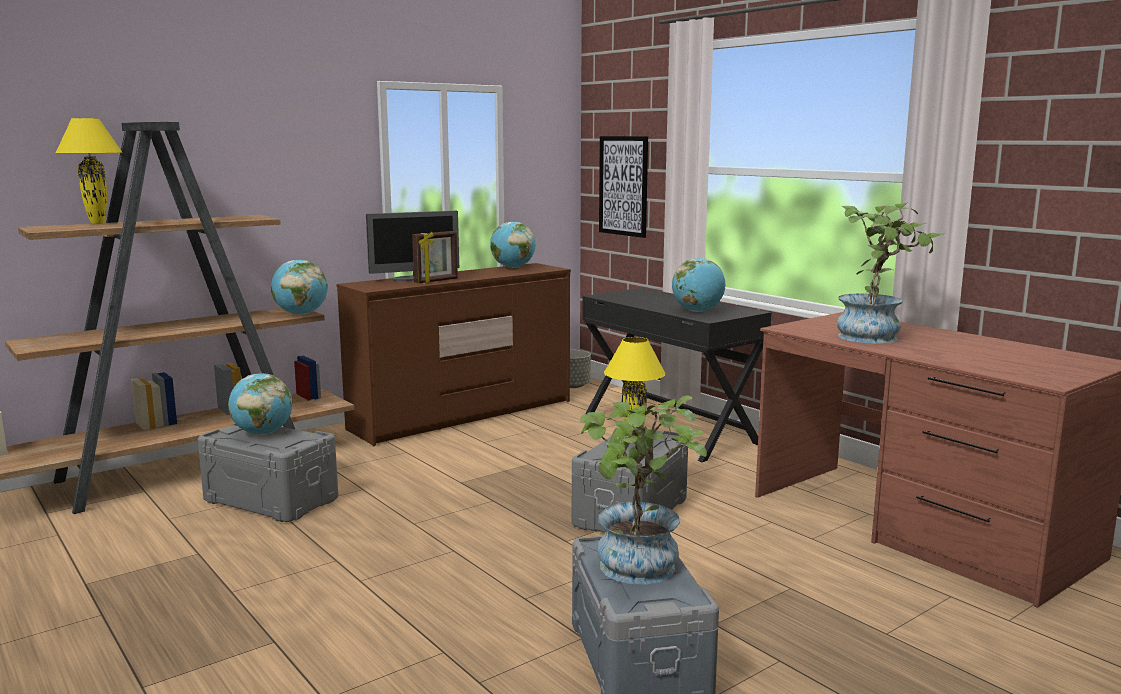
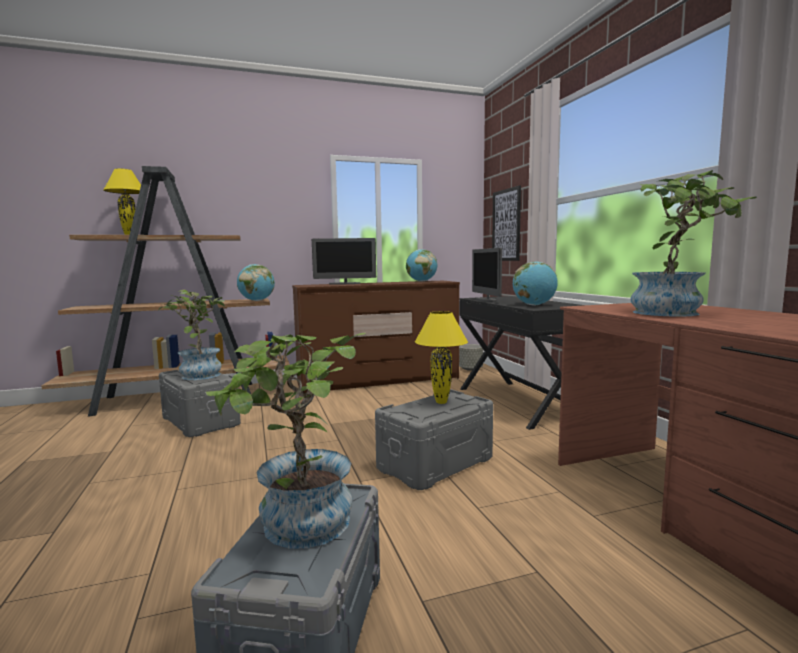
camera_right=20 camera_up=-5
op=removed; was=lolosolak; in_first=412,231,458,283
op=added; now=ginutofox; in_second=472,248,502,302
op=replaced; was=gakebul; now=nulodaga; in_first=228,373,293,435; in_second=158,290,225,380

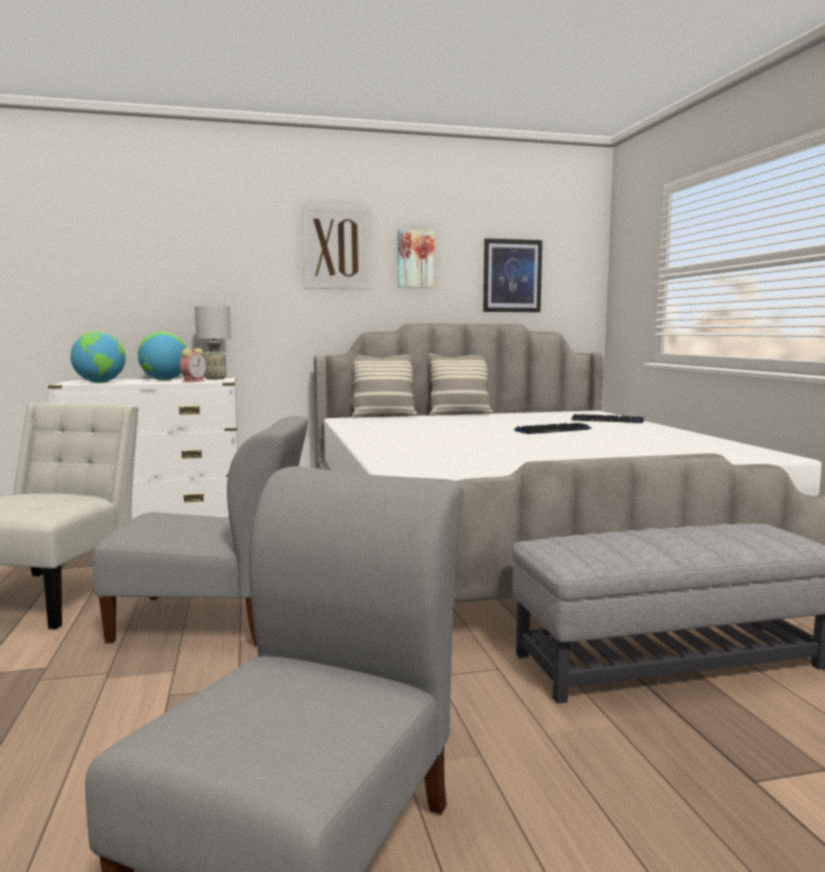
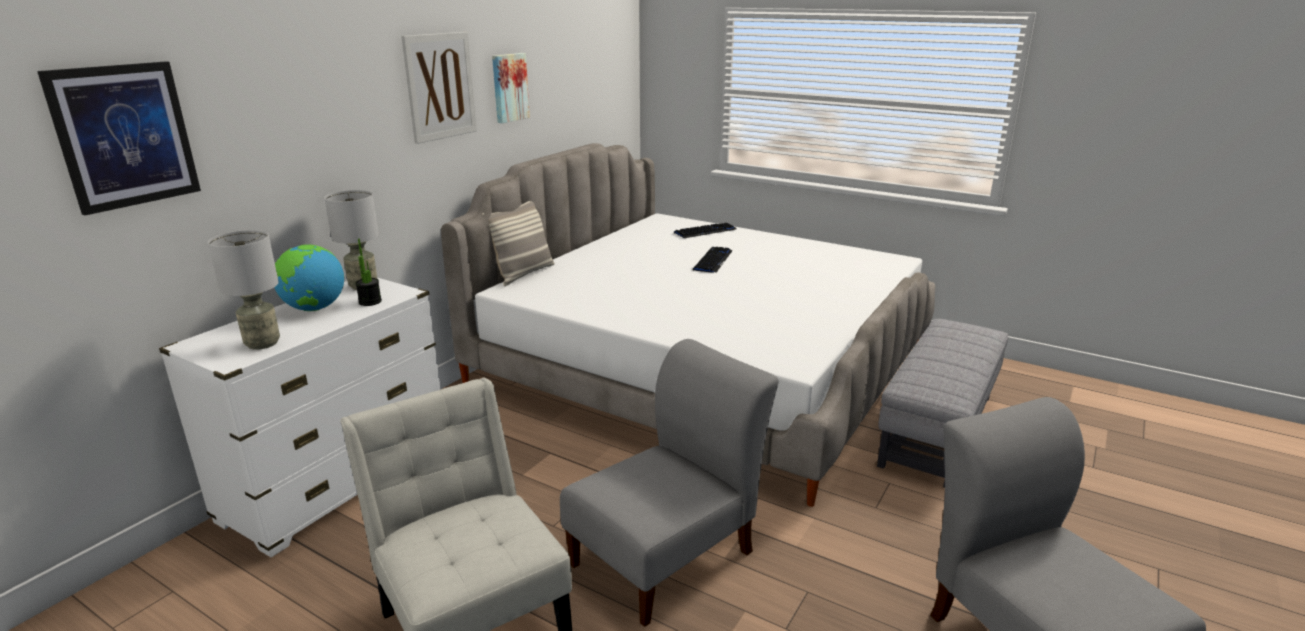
camera_right=-45 camera_up=15
op=removed; was=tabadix; in_first=428,353,493,416
op=moved; was=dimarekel; in_first=483,238,542,312; in_second=37,61,201,215
op=replaced; was=gakebul; now=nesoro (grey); in_first=70,331,126,383; in_second=208,230,280,350
op=replaced; was=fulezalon; now=nulodaga; in_first=180,348,206,382; in_second=355,239,382,306

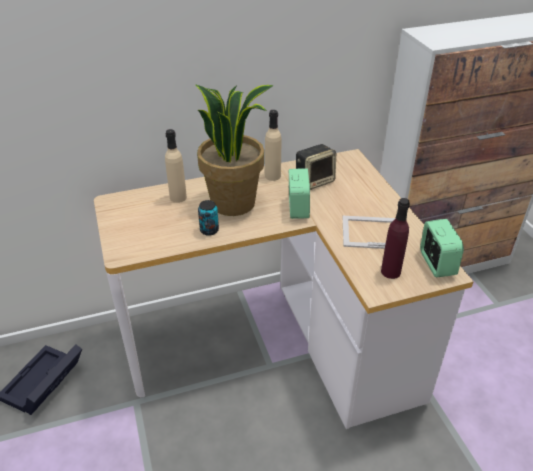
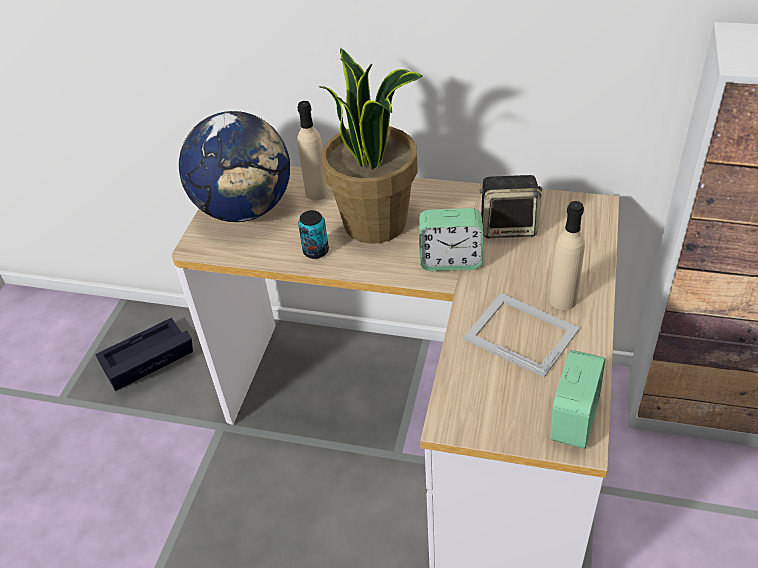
camera_right=35 camera_up=5
op=removed; was=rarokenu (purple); in_first=381,198,410,279
op=added; now=gakebul; in_second=179,111,290,222
op=moved; was=rarokenu (beige); in_first=265,110,281,181; in_second=549,201,585,310
op=turned; was=fulezalon; in_first=289,168,310,219; in_second=419,208,484,271; clockwise=60

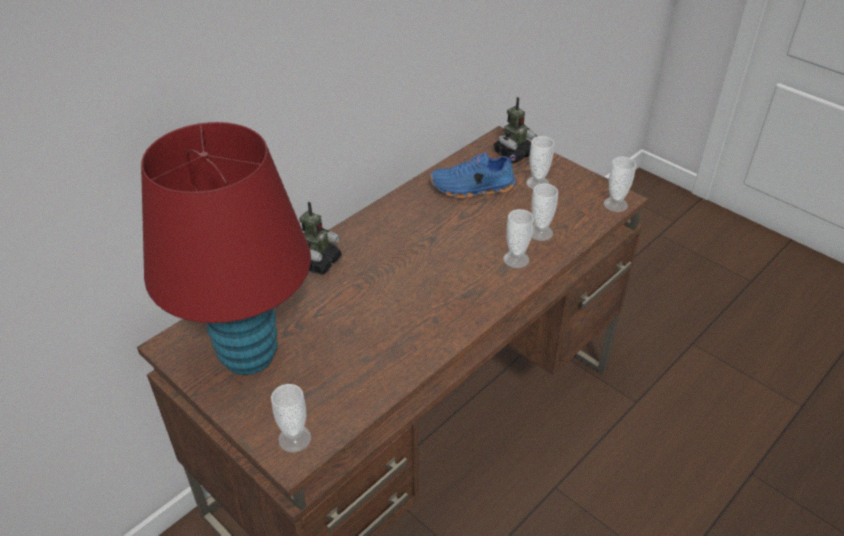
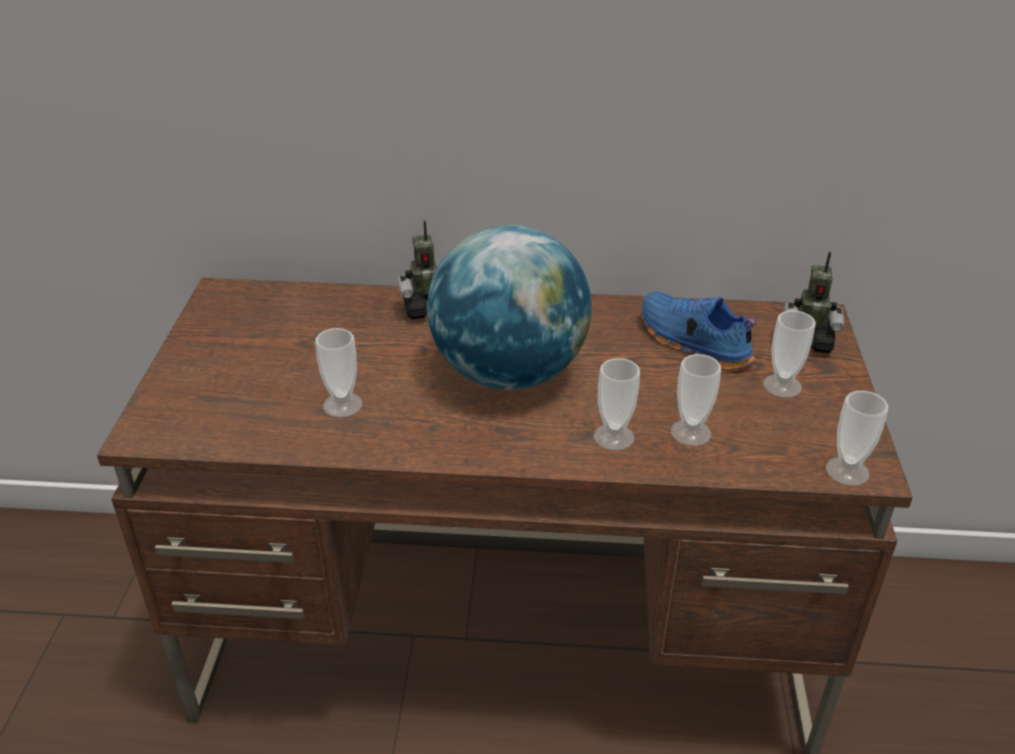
camera_right=50 camera_up=-5
op=removed; was=nesoro (red); in_first=141,122,311,375
op=added; now=gakebul; in_second=427,225,592,390
op=moved; was=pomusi; in_first=271,384,311,453; in_second=315,328,362,418

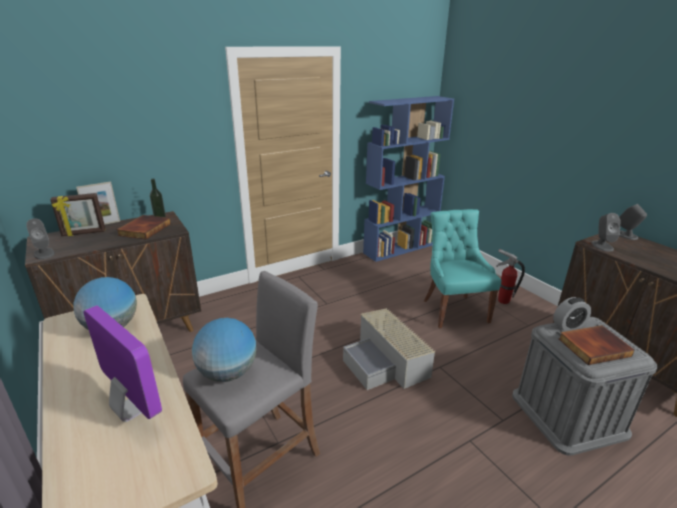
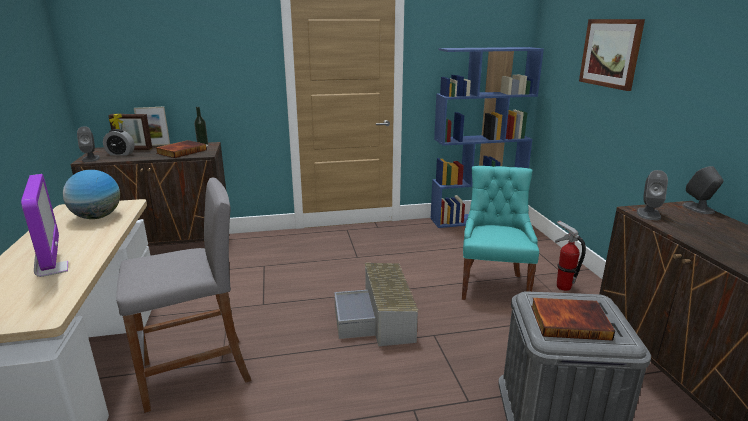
camera_right=20 camera_up=-5
op=removed; was=gakebul; in_first=192,318,257,382
op=added; now=dimarekel; in_second=579,19,645,91
op=moved; was=fulezalon; in_first=553,297,591,331; in_second=103,129,135,156

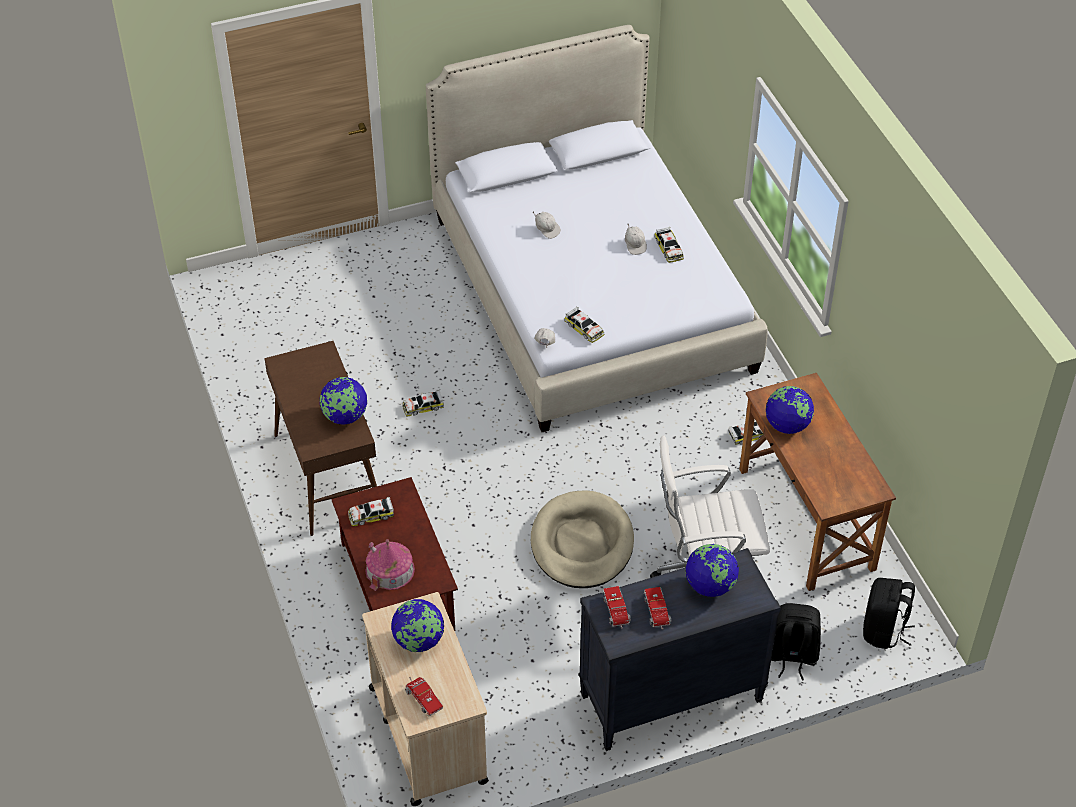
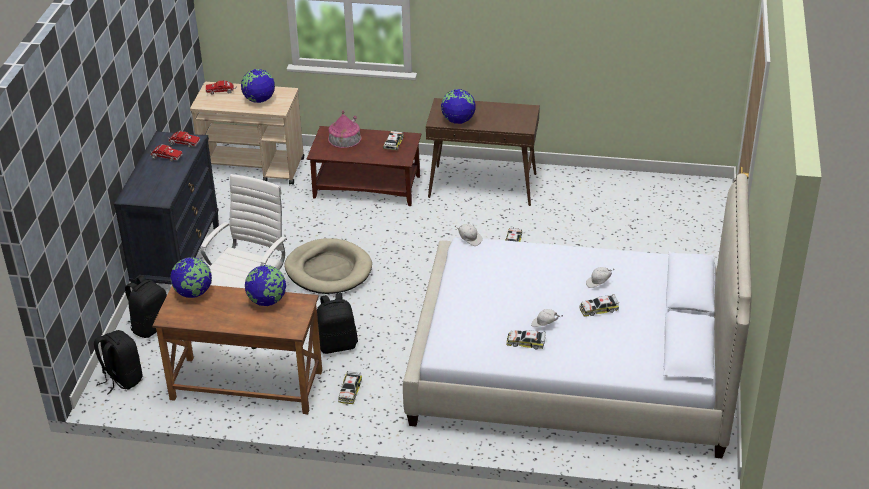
camera_right=120 camera_up=-10
op=added; now=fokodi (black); in_second=317,293,358,354
op=moved; was=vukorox; in_first=565,306,604,343; in_second=579,294,619,317
op=moved; was=gakebul; in_first=686,544,739,597; in_second=170,257,212,298

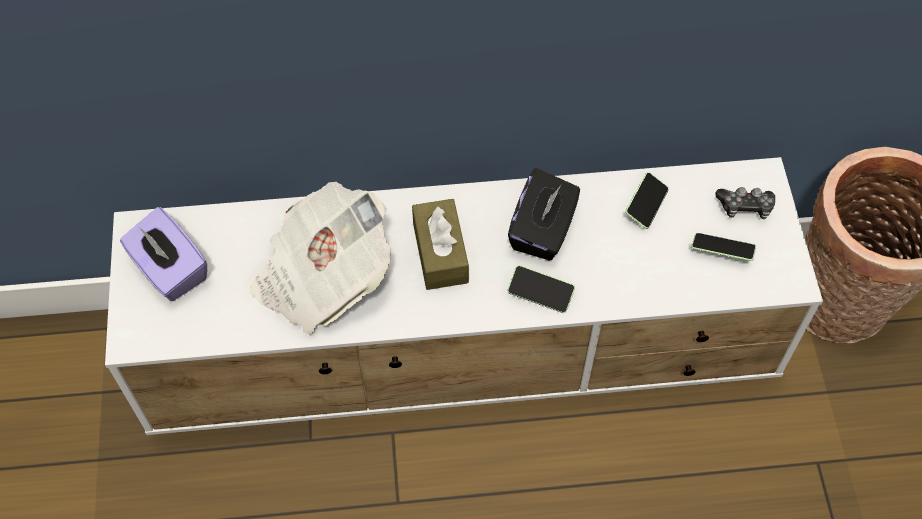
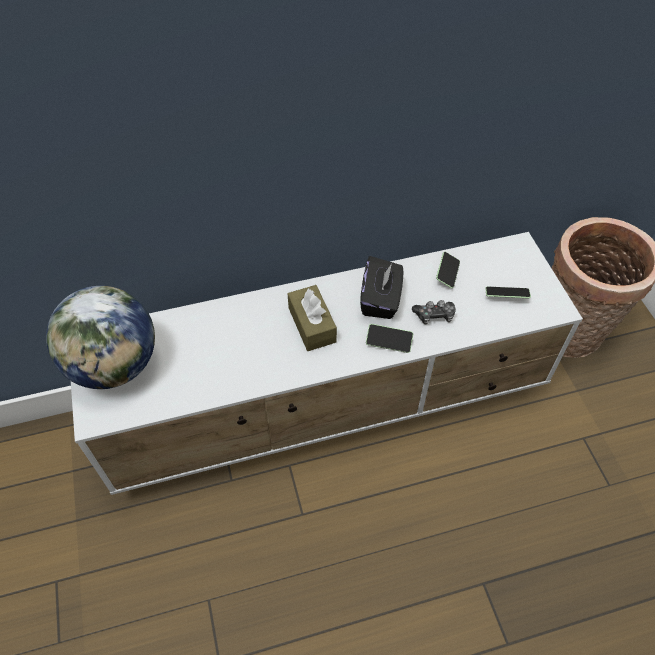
camera_right=-10 camera_up=-5
op=removed; was=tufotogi; in_first=250,182,391,335
op=moved; was=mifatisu; in_first=715,187,775,219; in_second=412,300,456,324
op=replaced; was=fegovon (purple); now=gakebul; in_first=120,207,207,301; in_second=46,286,155,389

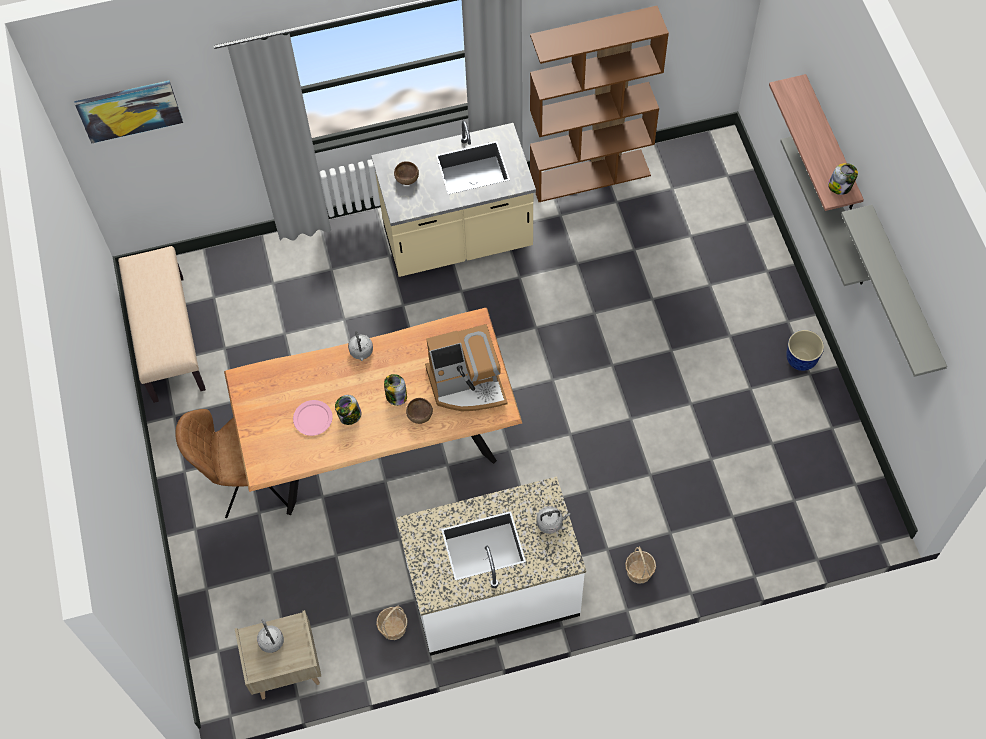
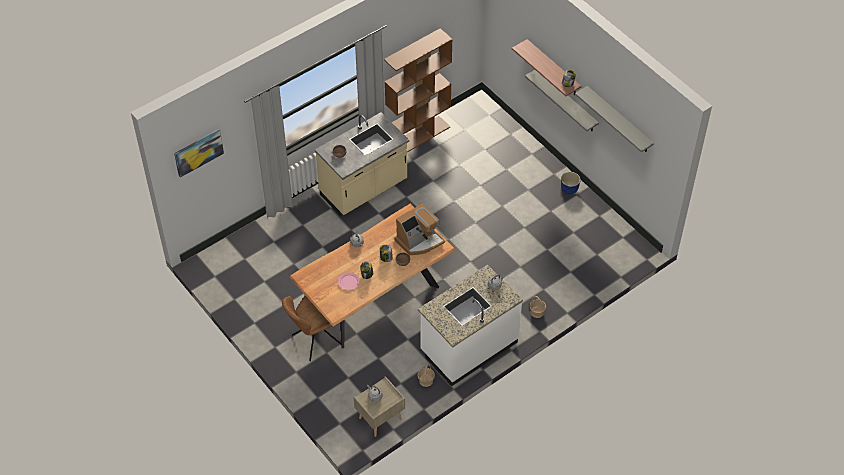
camera_right=-25 camera_up=-10
op=removed; was=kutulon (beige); in_first=118,246,206,403

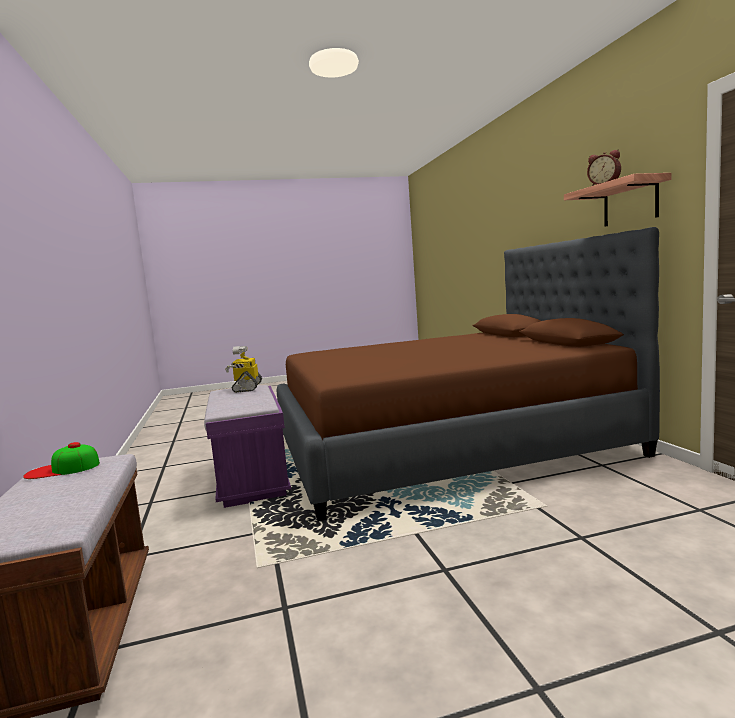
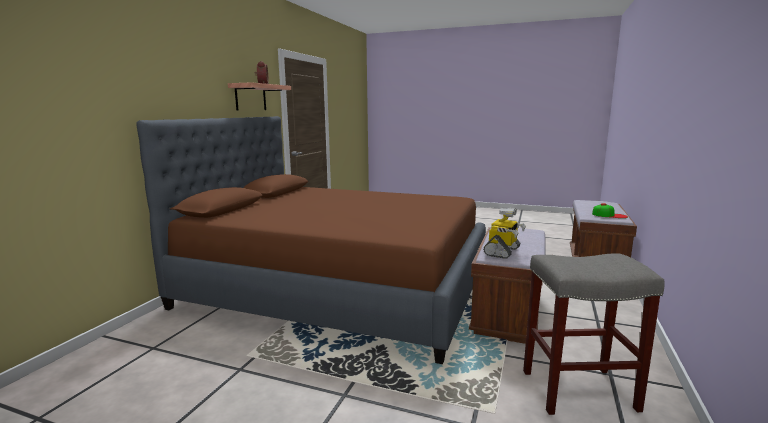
camera_right=-145 camera_up=5
op=added; now=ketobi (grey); in_second=523,253,665,415
op=recoloured; was=kutulon (purple); now=kutulon (brown); in_first=204,385,291,508; in_second=469,227,546,344

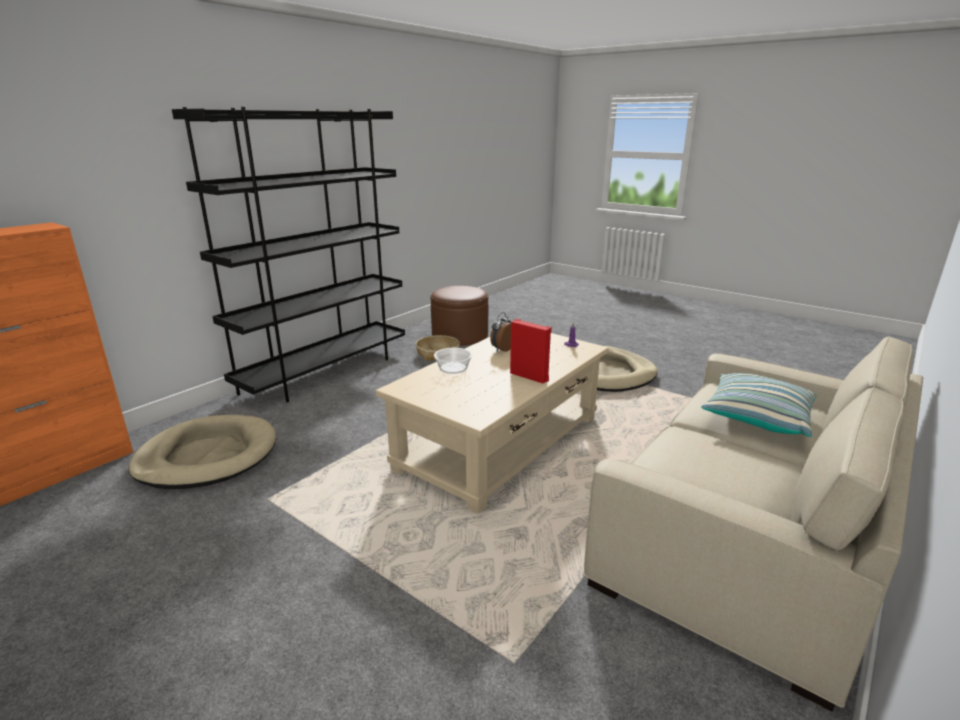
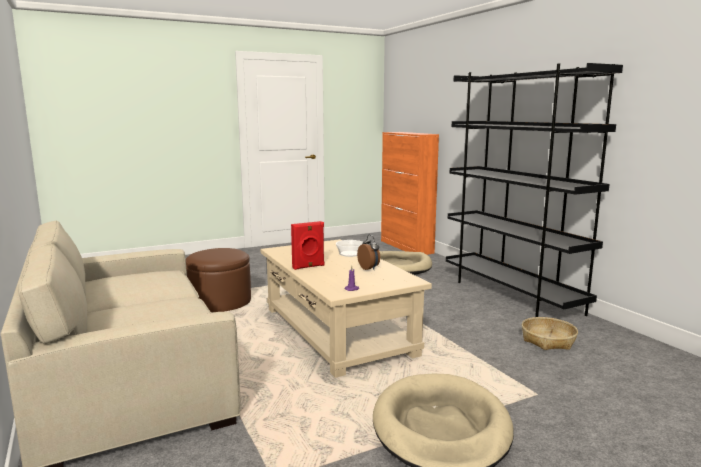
camera_right=115 camera_up=-10
op=removed; was=tabadix; in_first=701,373,816,437
op=moved; was=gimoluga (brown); in_first=430,286,488,346; in_second=186,248,251,312

